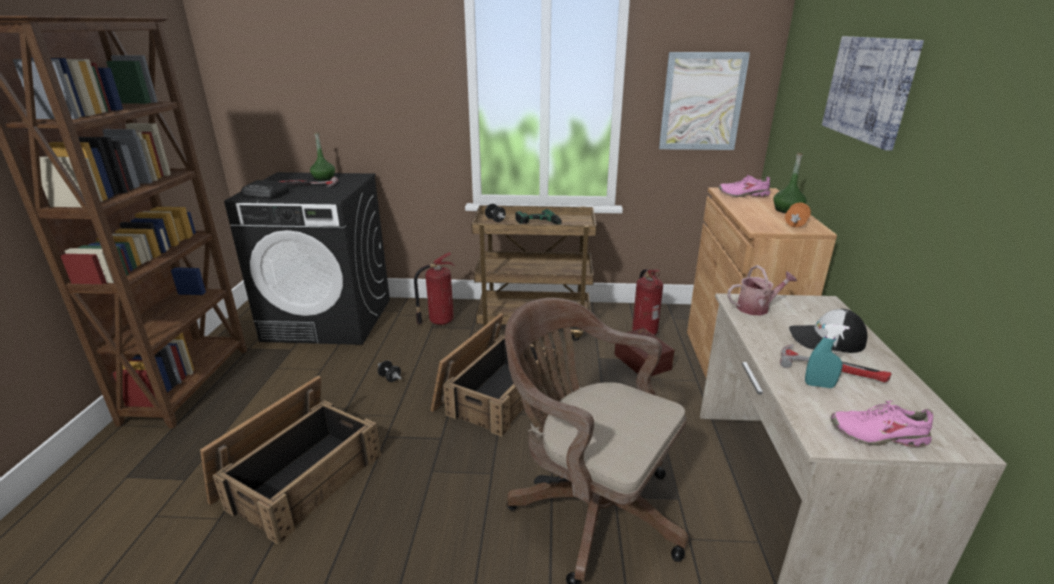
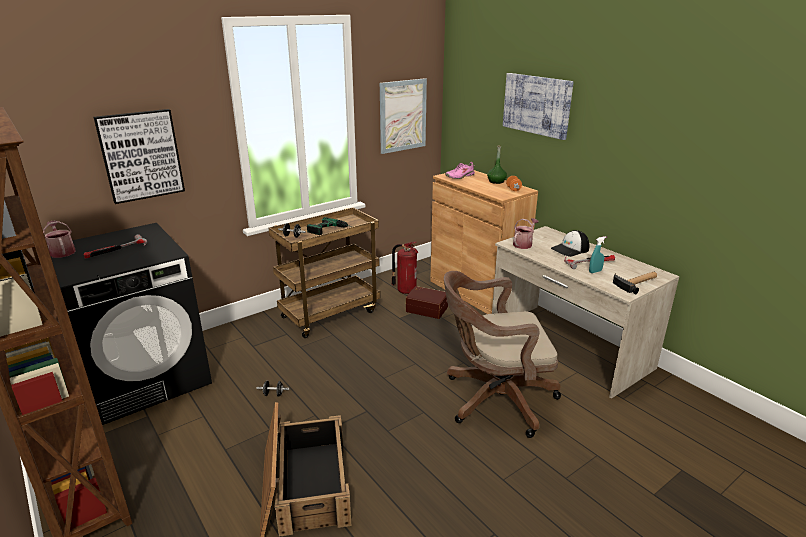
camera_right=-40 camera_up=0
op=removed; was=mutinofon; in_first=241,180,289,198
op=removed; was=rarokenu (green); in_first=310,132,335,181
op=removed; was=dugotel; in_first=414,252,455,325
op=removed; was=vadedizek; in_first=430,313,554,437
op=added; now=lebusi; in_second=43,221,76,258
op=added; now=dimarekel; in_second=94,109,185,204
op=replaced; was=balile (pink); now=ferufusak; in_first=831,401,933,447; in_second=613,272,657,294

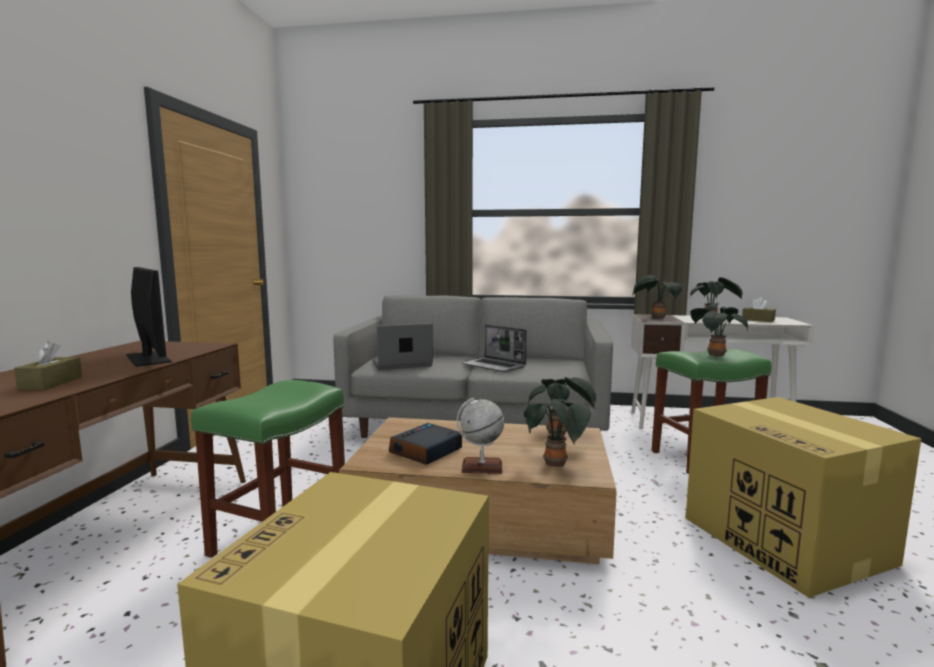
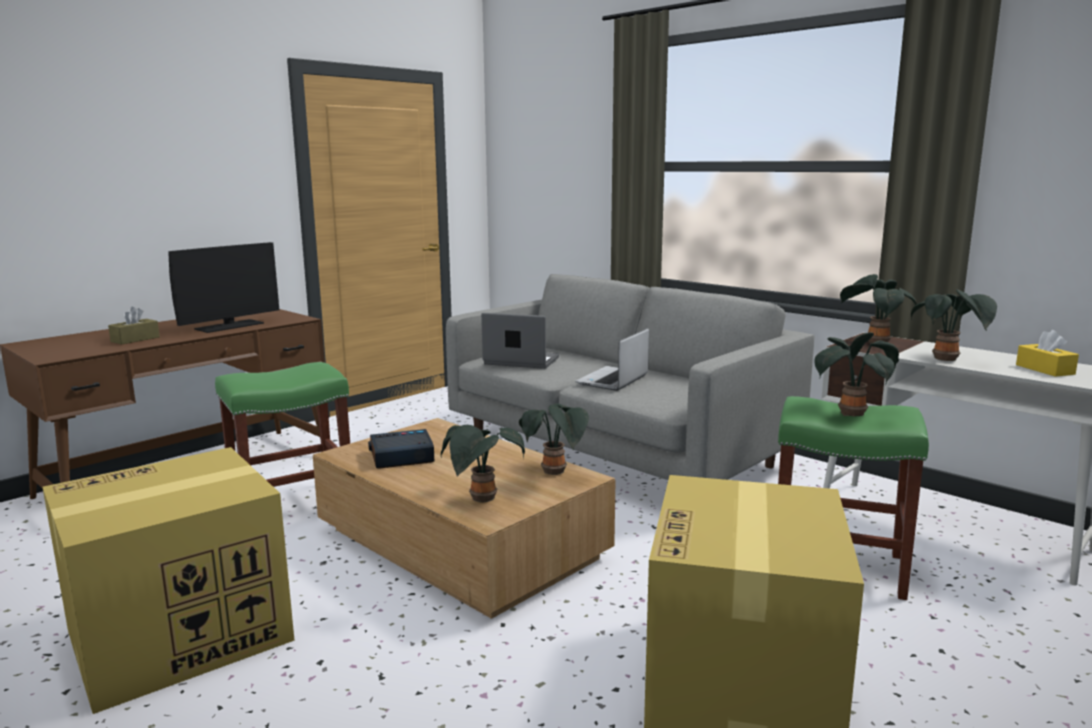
camera_right=35 camera_up=5
op=removed; was=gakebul; in_first=457,397,505,474
op=recoloured; was=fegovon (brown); now=fegovon (yellow); in_first=742,297,776,322; in_second=1016,330,1079,377
op=turned; was=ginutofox; in_first=126,267,172,367; in_second=168,242,279,333; clockwise=45
op=turned; was=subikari; in_first=463,325,527,372; in_second=575,328,649,391; clockwise=45

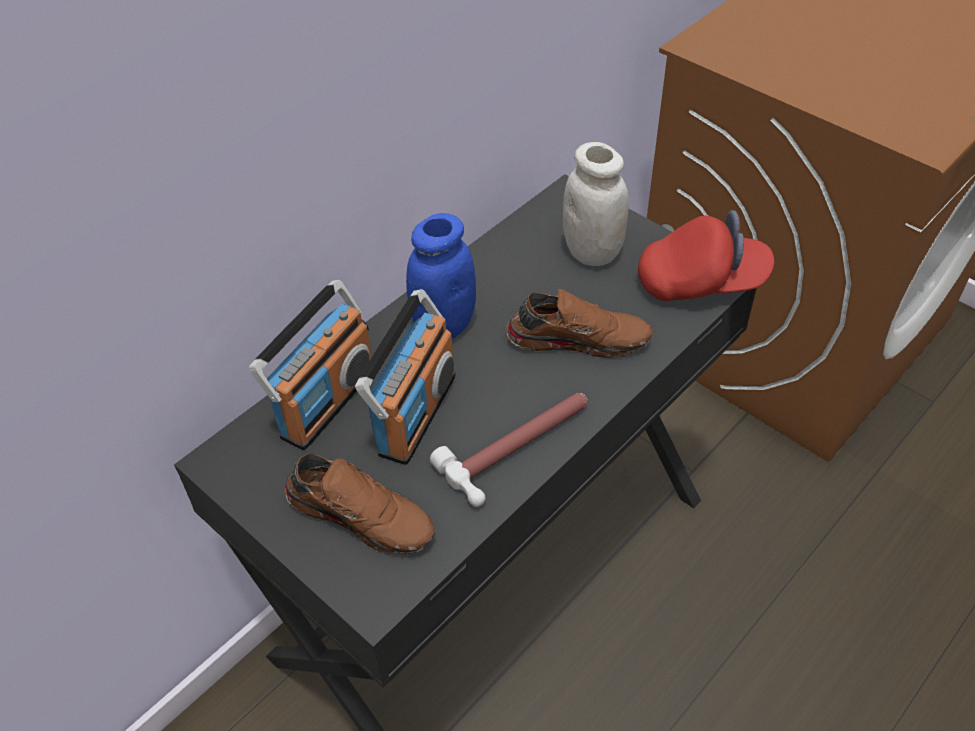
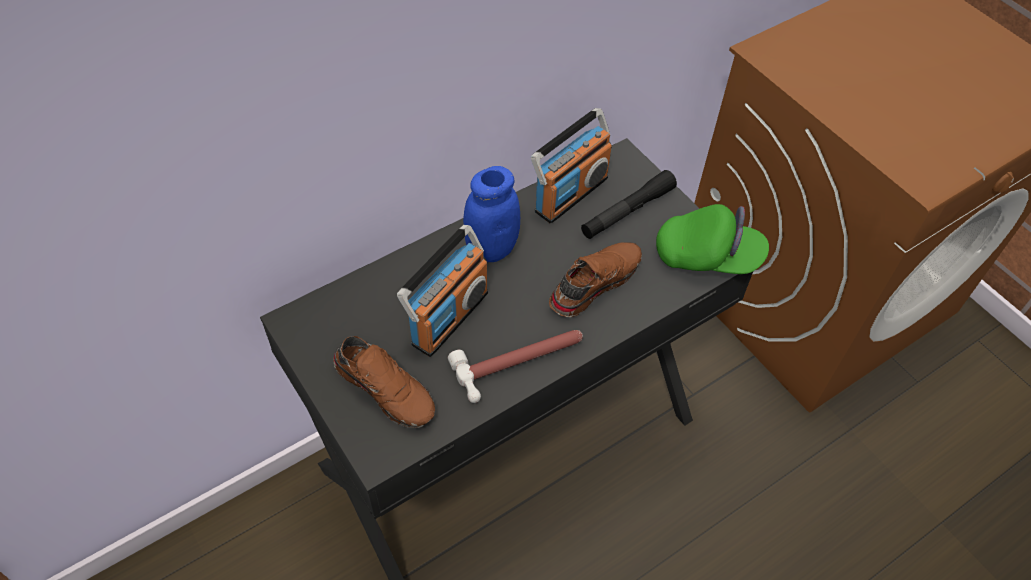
camera_right=10 camera_up=5
op=moved; was=mutinofon; in_first=249,280,372,450; in_second=531,108,612,223
op=replaced; was=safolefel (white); now=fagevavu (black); in_first=563,142,629,266; in_second=581,170,677,239
op=recoloured; was=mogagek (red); now=mogagek (green); in_first=638,210,774,301; in_second=656,204,769,274
op=turned; was=balile (brown); in_first=506,289,653,358; in_second=549,243,642,317; clockwise=-60

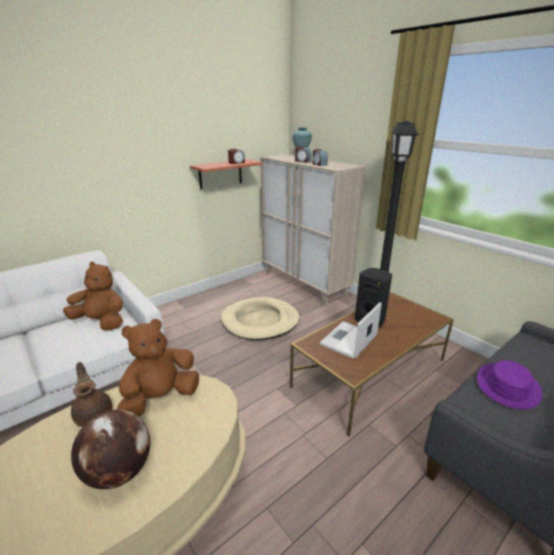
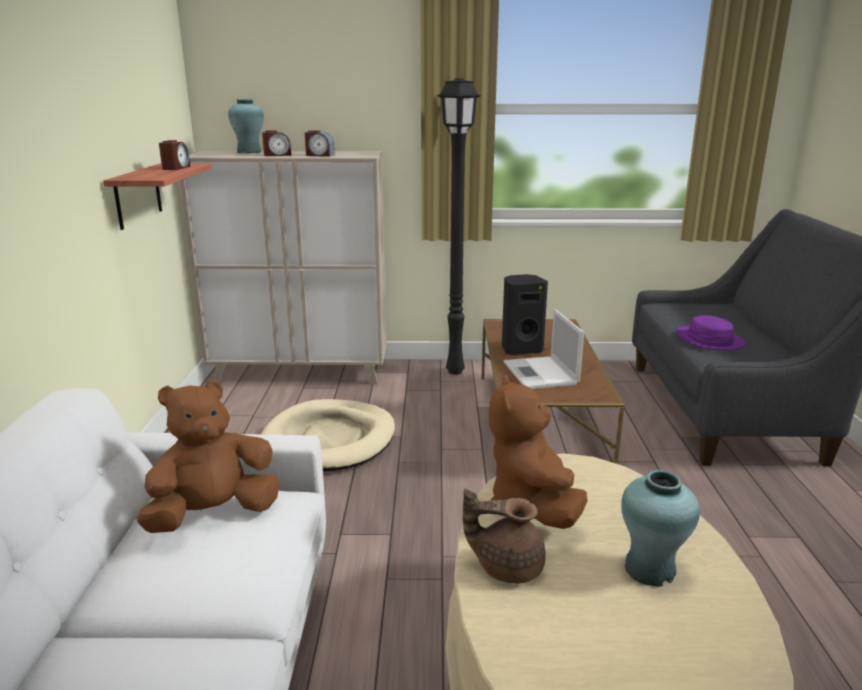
camera_right=-50 camera_up=-5
op=replaced; was=gakebul; now=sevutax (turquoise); in_first=71,409,150,489; in_second=621,470,700,587

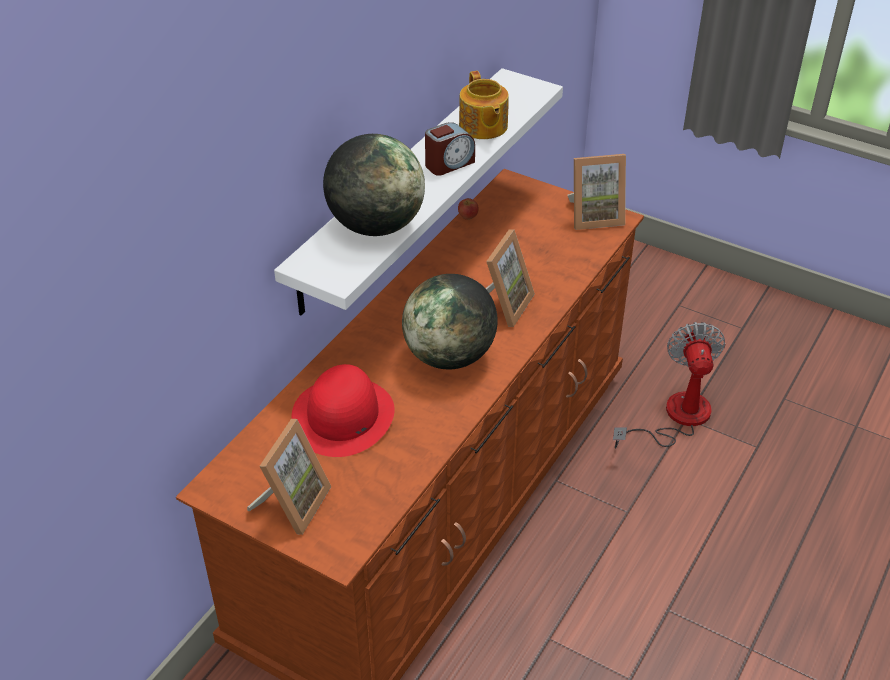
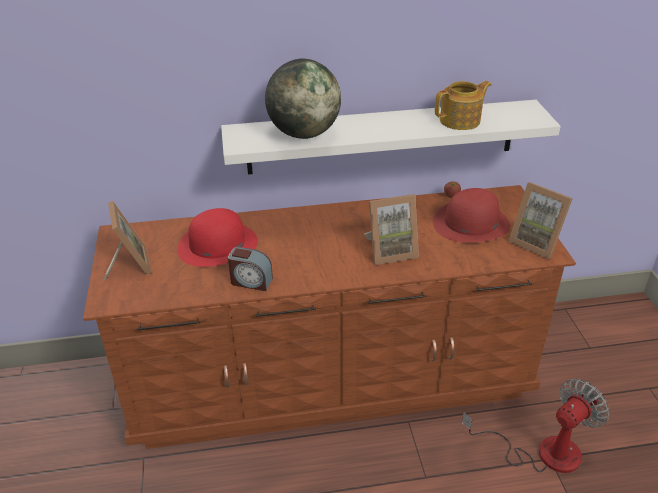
camera_right=50 camera_up=-5
op=removed; was=gakebul; in_first=402,274,498,369
op=added; now=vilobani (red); in_second=433,188,510,243
op=moved; was=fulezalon; in_first=425,122,475,176; in_second=228,247,273,291
op=turned; was=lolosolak; in_first=247,419,331,535; in_second=103,201,152,281; clockwise=-90
op=turned; was=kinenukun; in_first=459,71,509,139; in_second=435,81,492,130; clockwise=-150

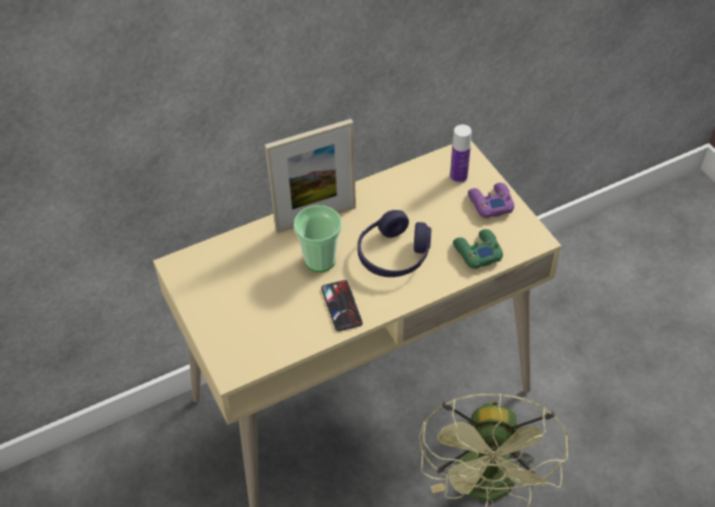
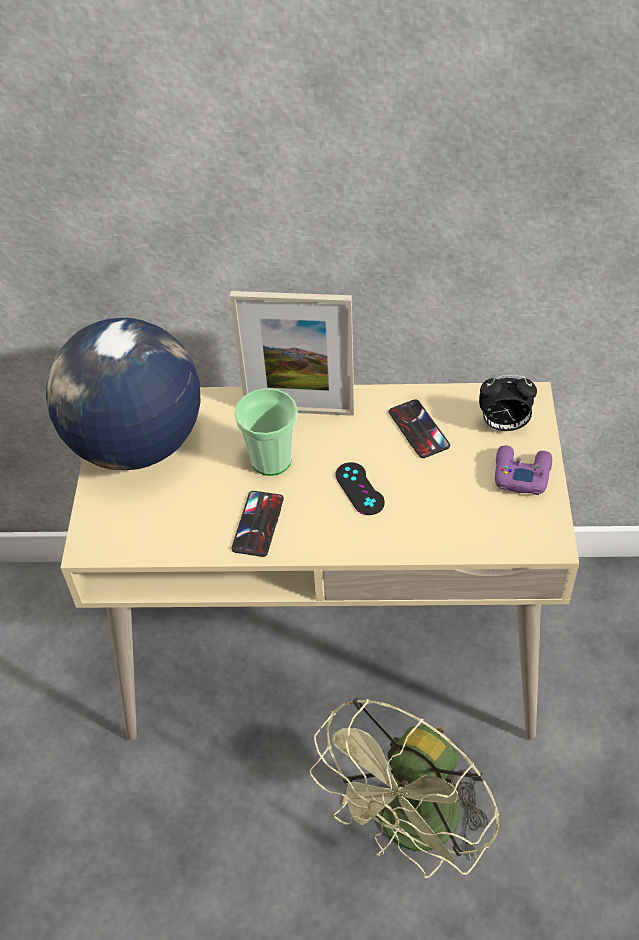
camera_right=30 camera_up=0
op=removed; was=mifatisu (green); in_first=453,229,503,269
op=added; now=gakebul; in_second=46,318,201,470
op=added; now=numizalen; in_second=389,399,450,458
op=replaced; was=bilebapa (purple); now=mifatisu (black); in_first=357,210,431,277; in_second=335,462,385,515
op=replaced; was=rarokenu; now=fulezalon; in_first=450,124,472,183; in_second=479,375,537,431

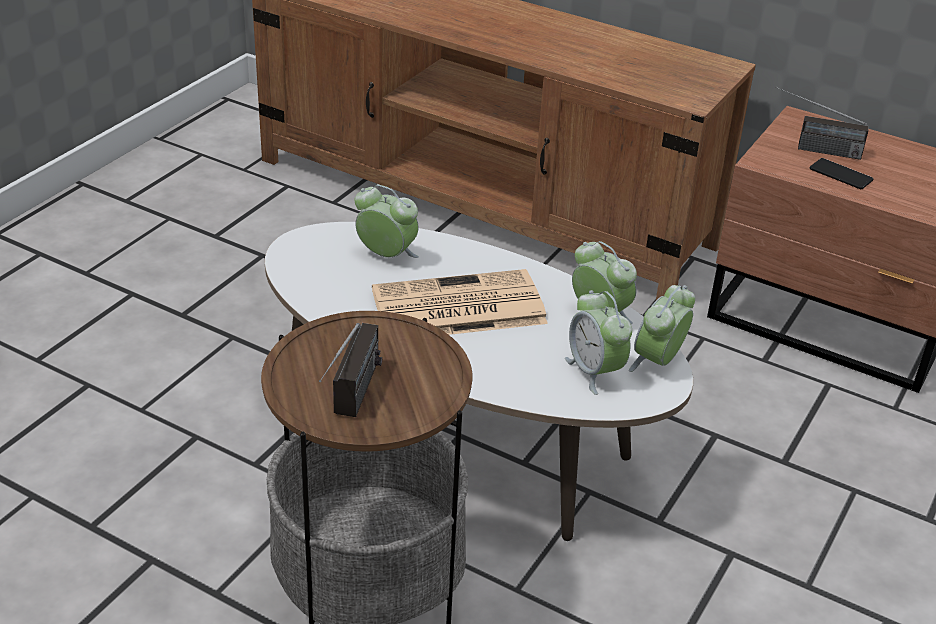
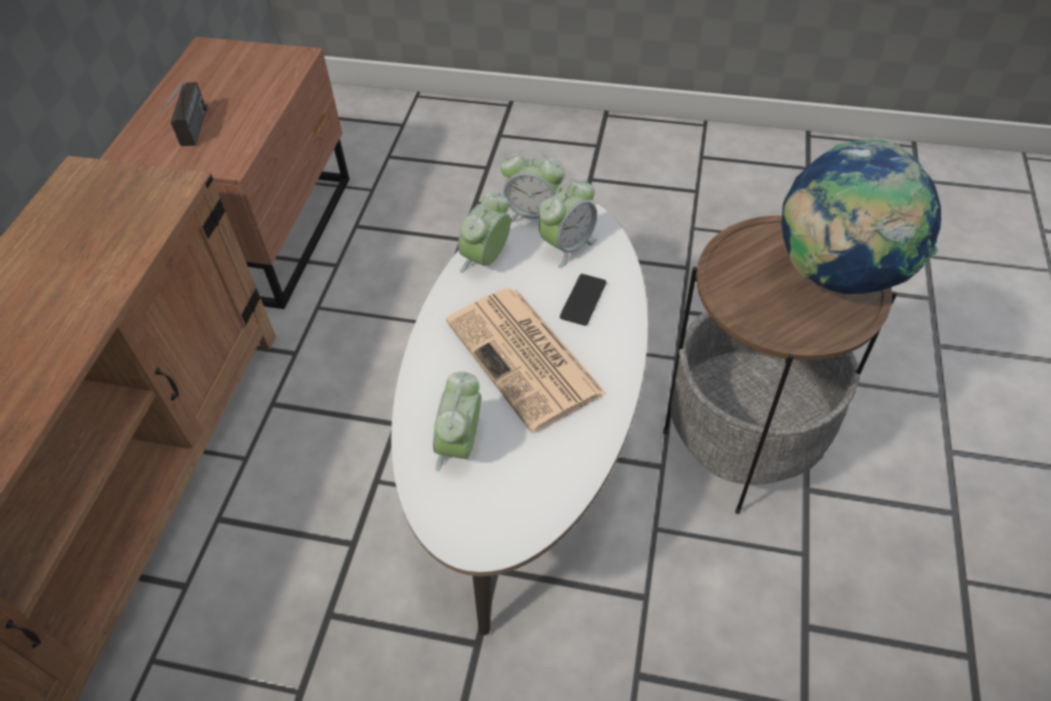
camera_right=-105 camera_up=15
op=moved; was=numizalen; in_first=810,158,873,189; in_second=560,274,607,326
op=replaced; was=mutinofon; now=gakebul; in_first=319,323,382,417; in_second=781,139,941,294

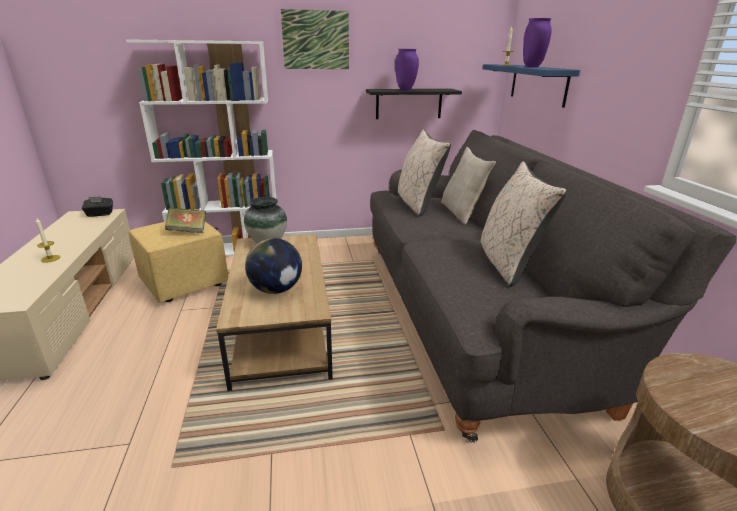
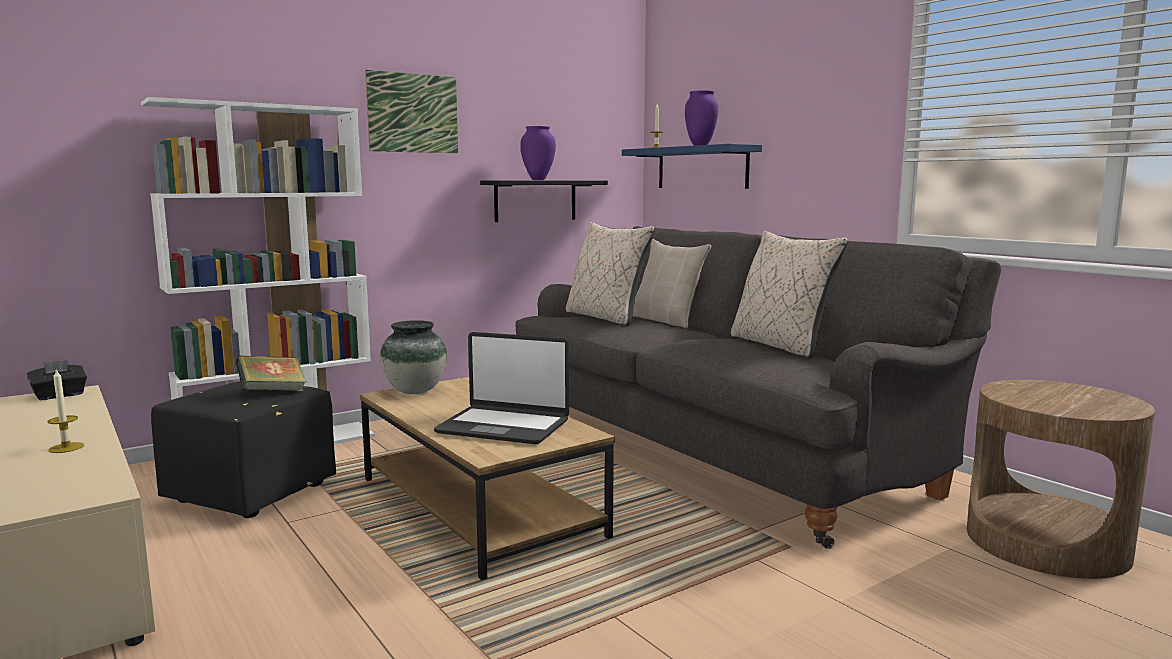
camera_right=-25 camera_up=-15
op=replaced; was=gakebul; now=subikari; in_first=245,238,302,294; in_second=434,332,569,444
op=recoloured; was=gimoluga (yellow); now=gimoluga (black); in_first=129,222,228,303; in_second=151,381,336,518

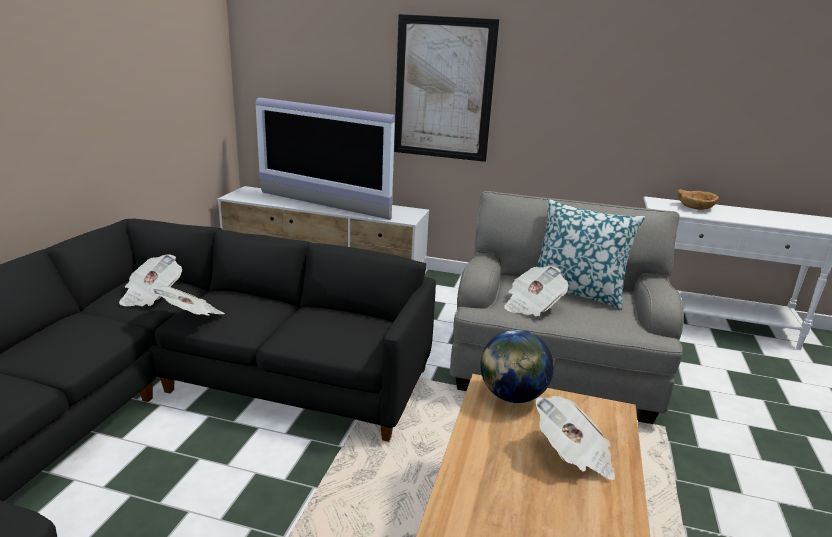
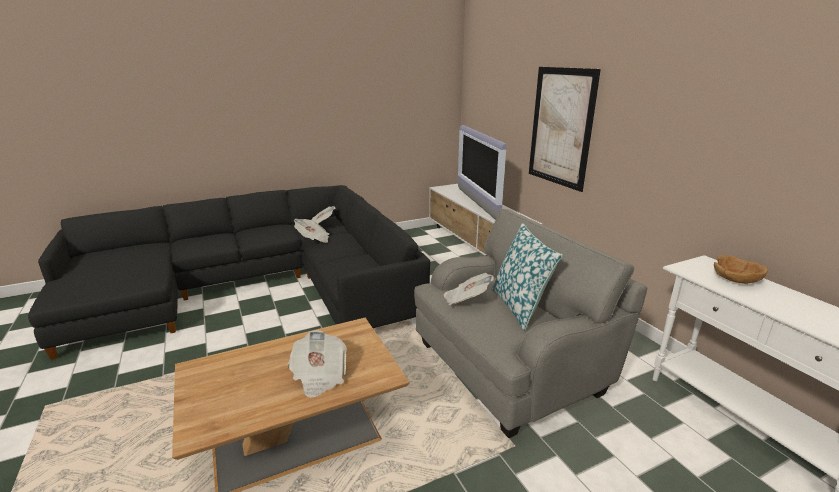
camera_right=50 camera_up=0
op=removed; was=gakebul; in_first=480,330,554,403

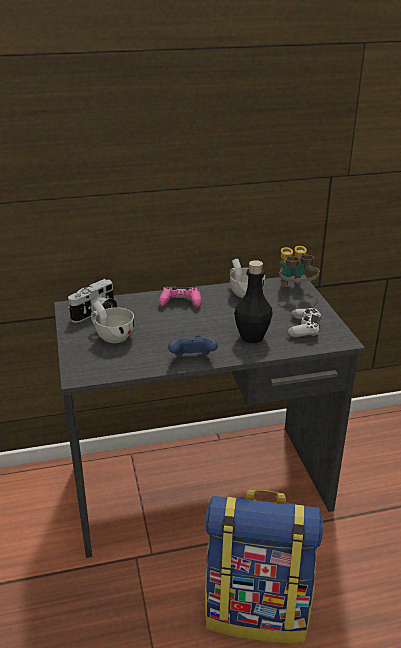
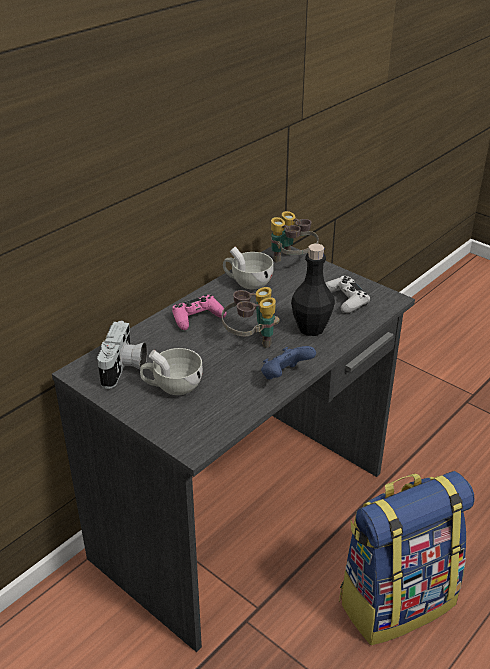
camera_right=-35 camera_up=5
op=added; now=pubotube; in_second=222,287,280,348

